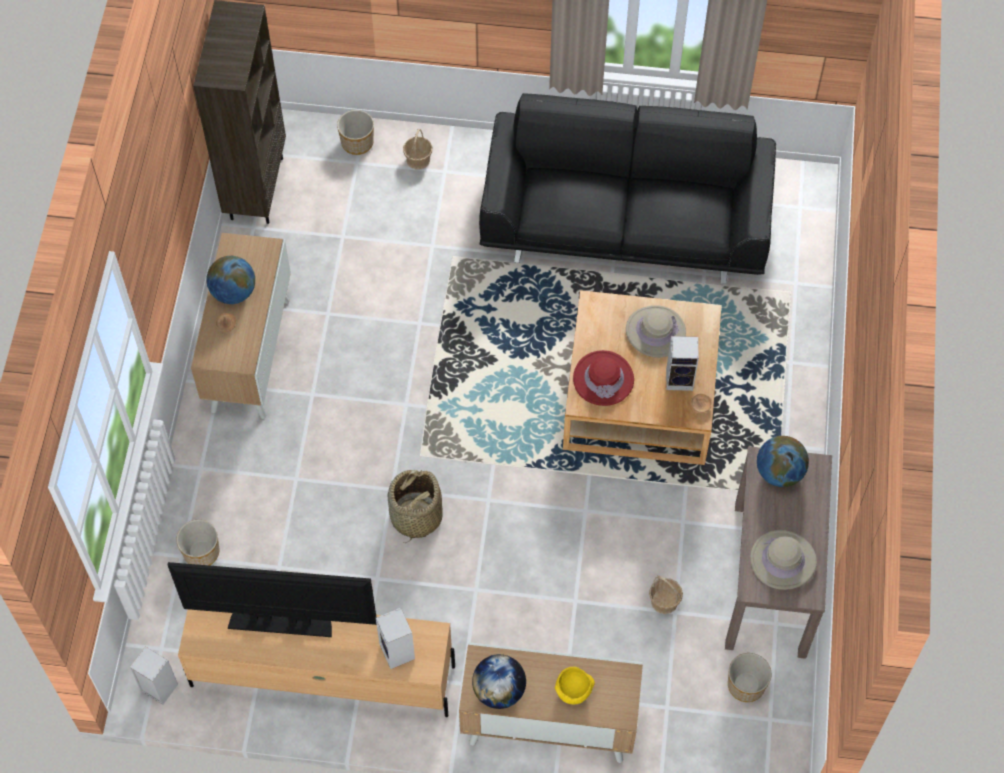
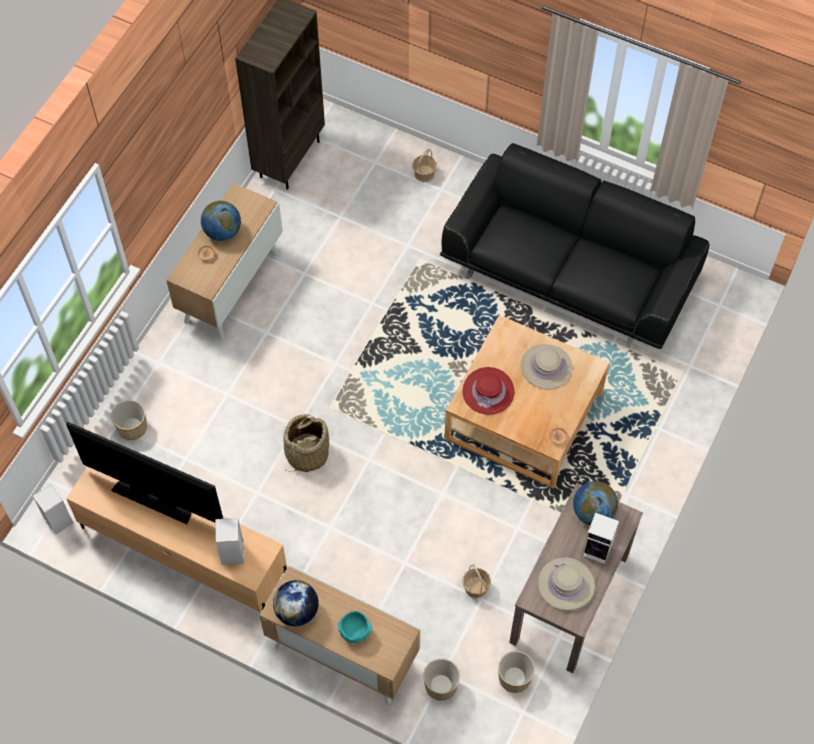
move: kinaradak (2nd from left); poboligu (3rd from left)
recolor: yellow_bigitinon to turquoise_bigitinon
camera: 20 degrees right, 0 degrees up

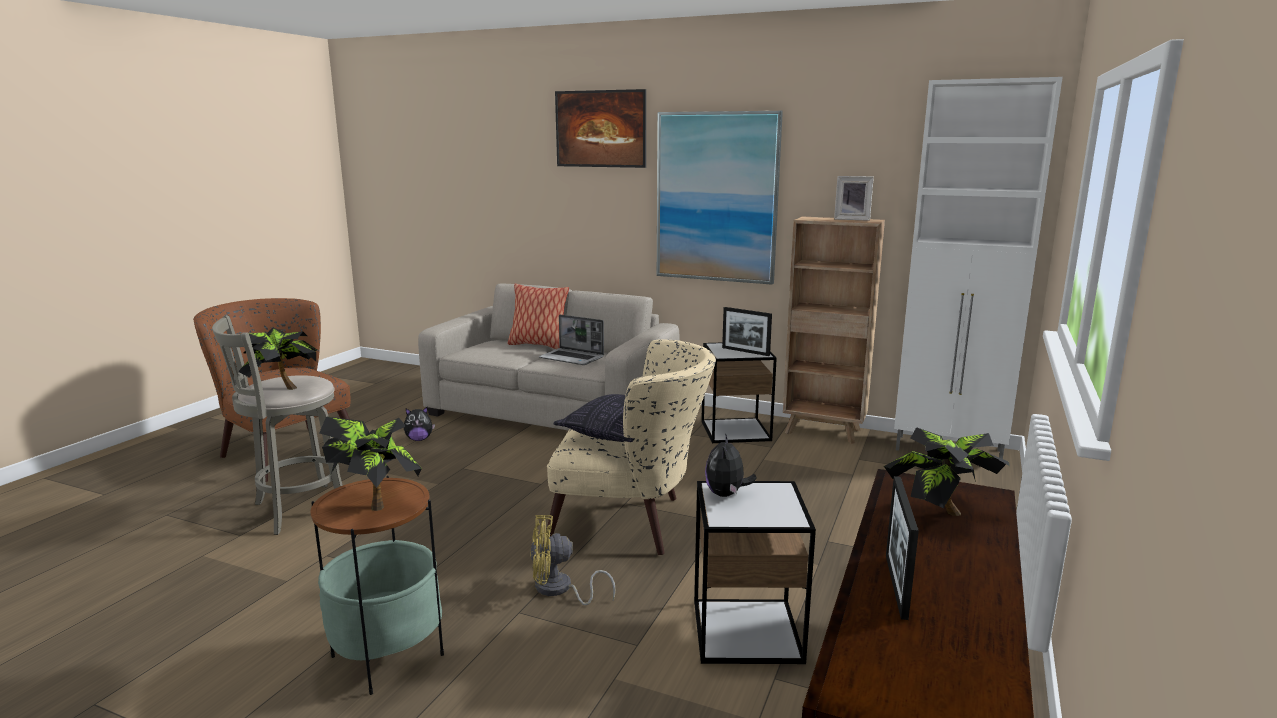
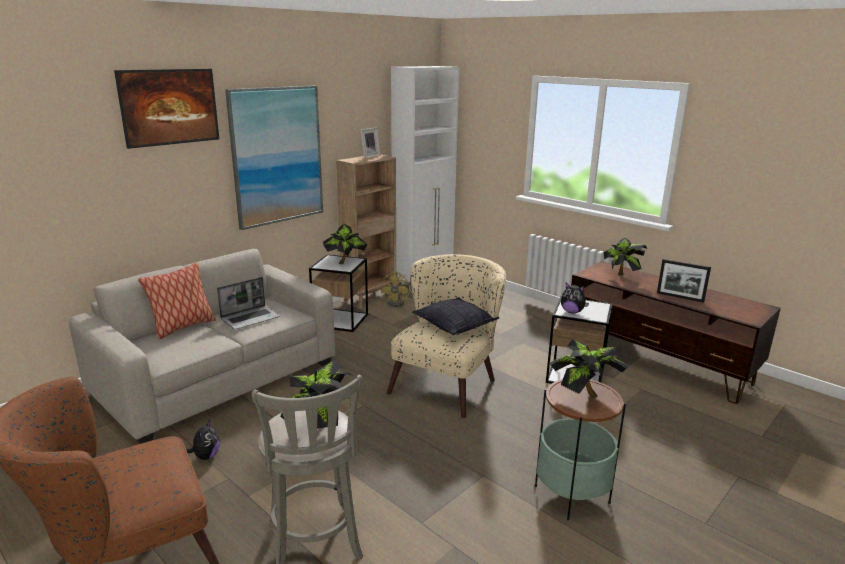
move: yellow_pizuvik
replace: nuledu (1st from left) to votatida (2nd from left)
camera: 70 degrees left, 5 degrees up

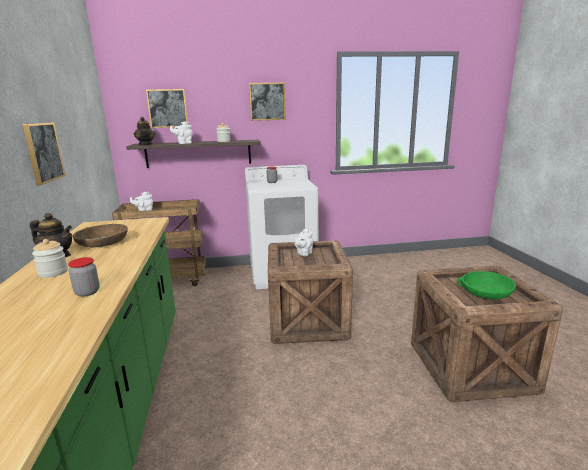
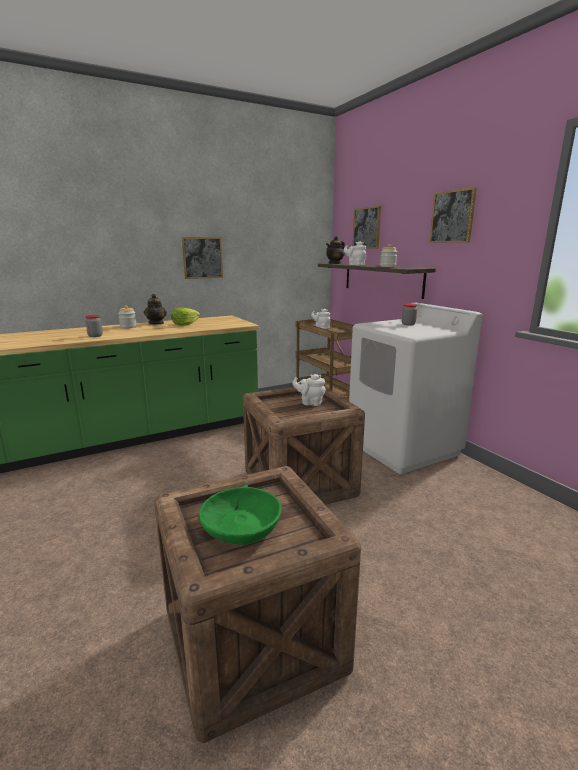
replace: brown_bigitinon to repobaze
camera: 70 degrees right, 0 degrees up

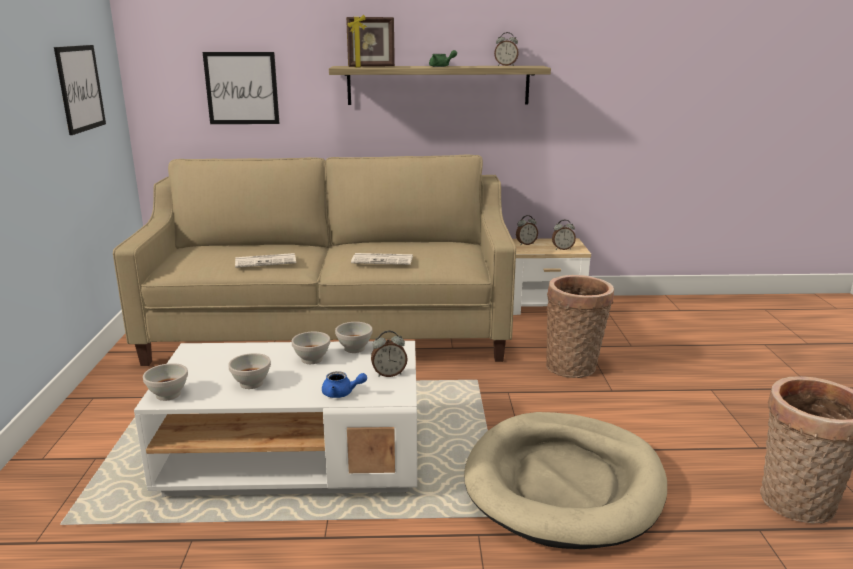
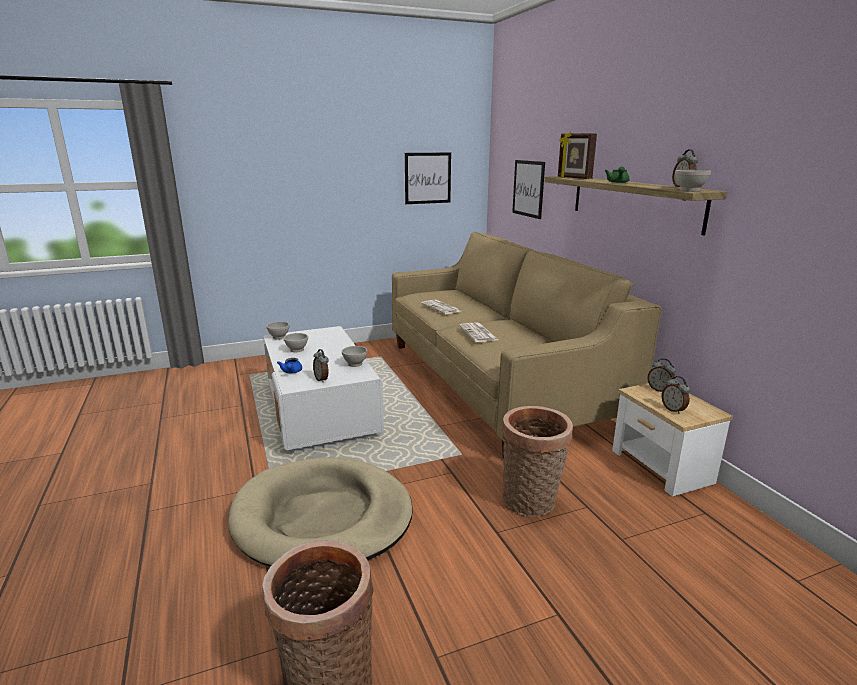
move: white_bigitinon (3rd from left in the first image) to white_bigitinon (4th from left)
camera: 70 degrees right, 0 degrees up

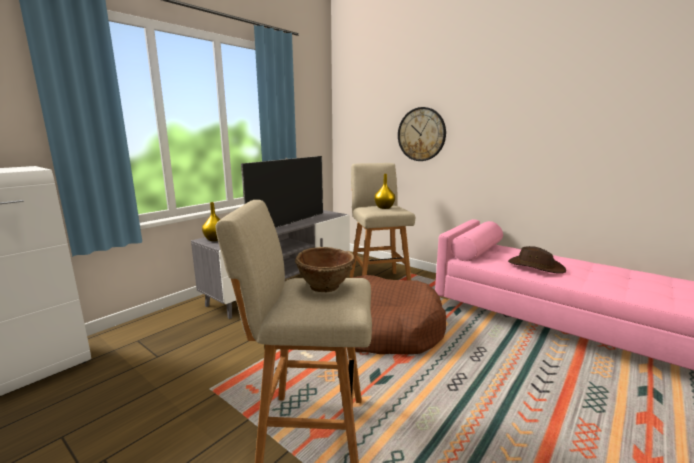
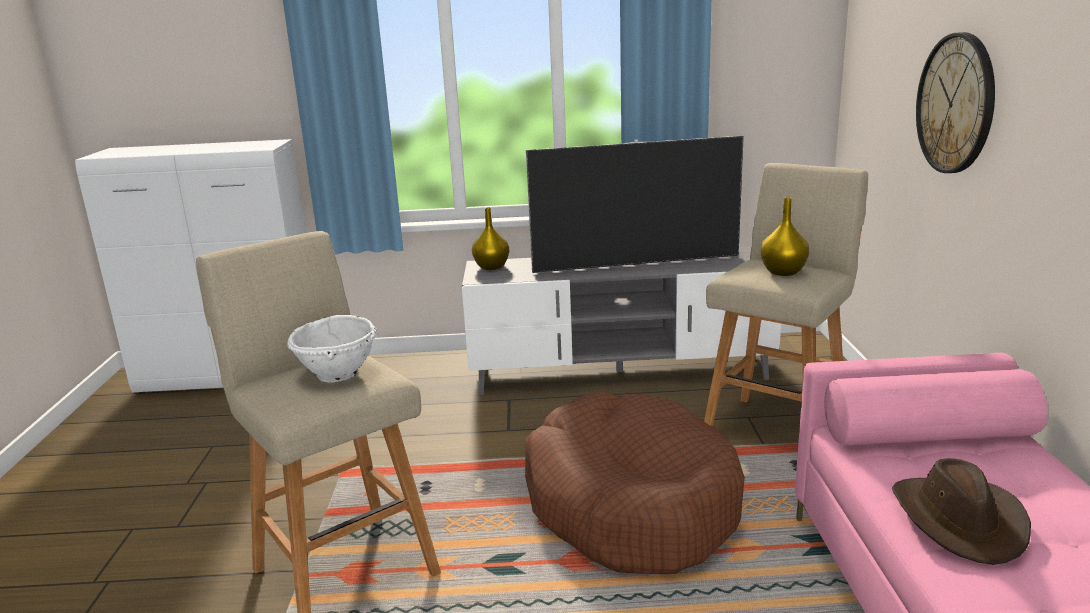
recolor: brown_bigitinon to white_bigitinon
camera: 50 degrees right, 5 degrees up

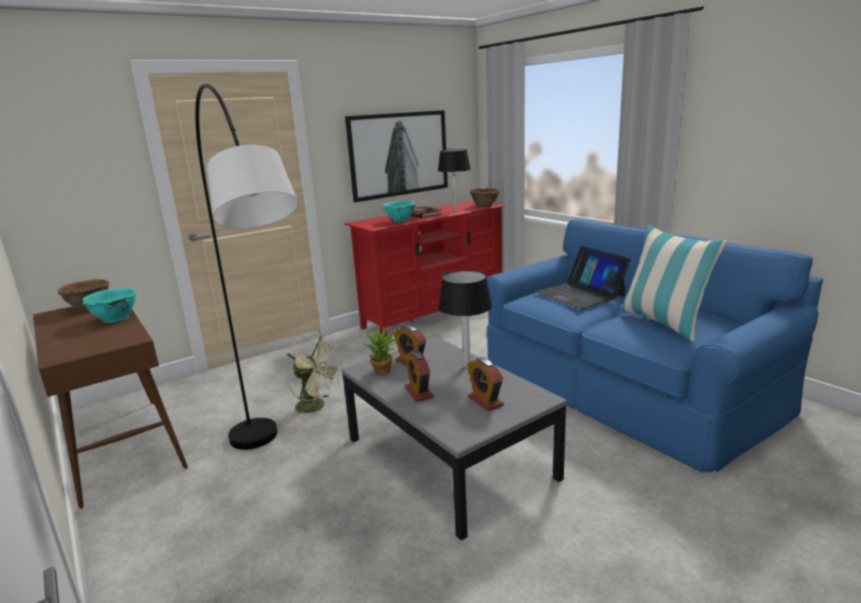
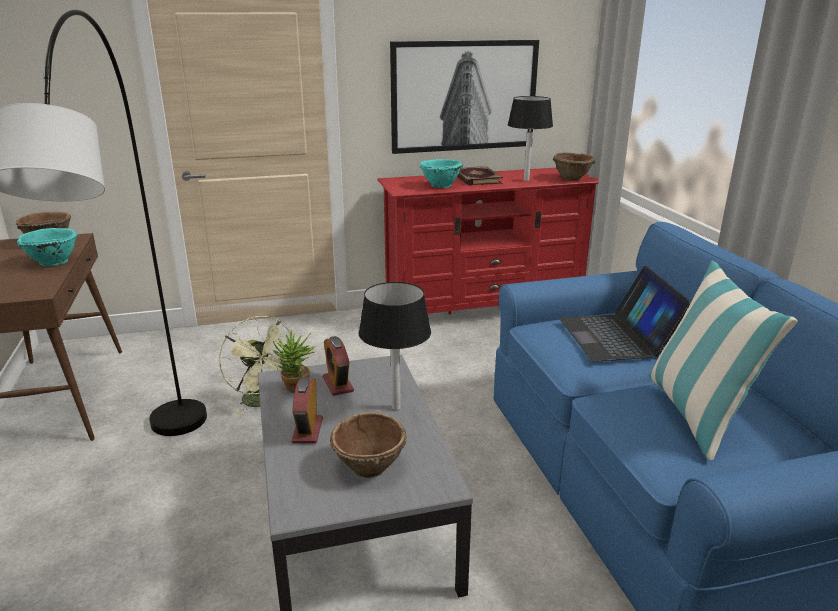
replace: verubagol (3rd from left) to brown_bigitinon (2nd from left)
camera: 20 degrees right, 5 degrees up

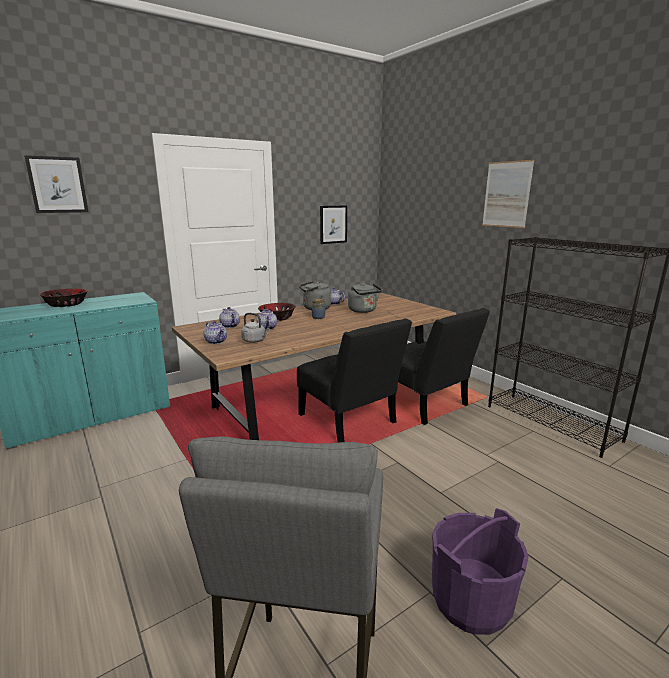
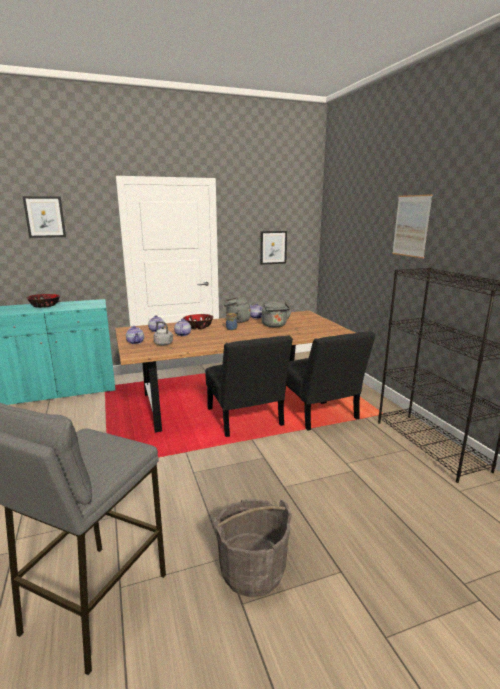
recolor: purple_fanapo to grey_fanapo
camera: 15 degrees right, 0 degrees up

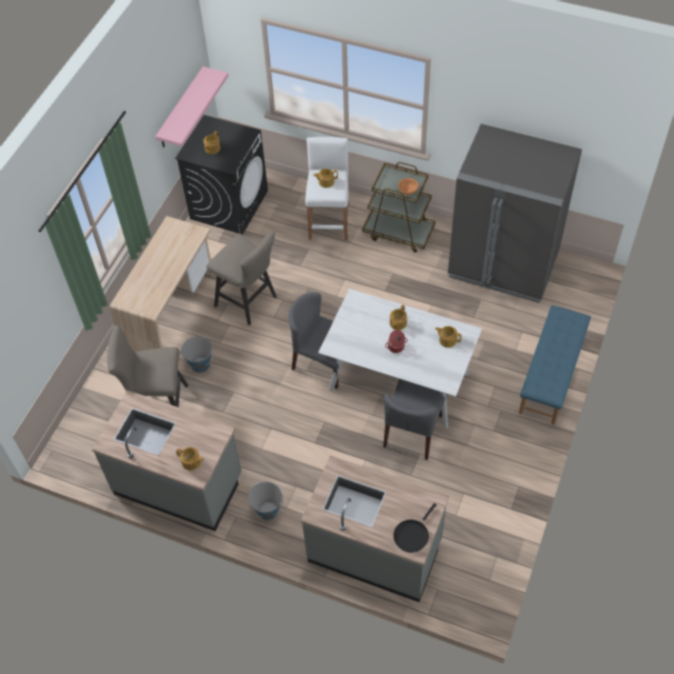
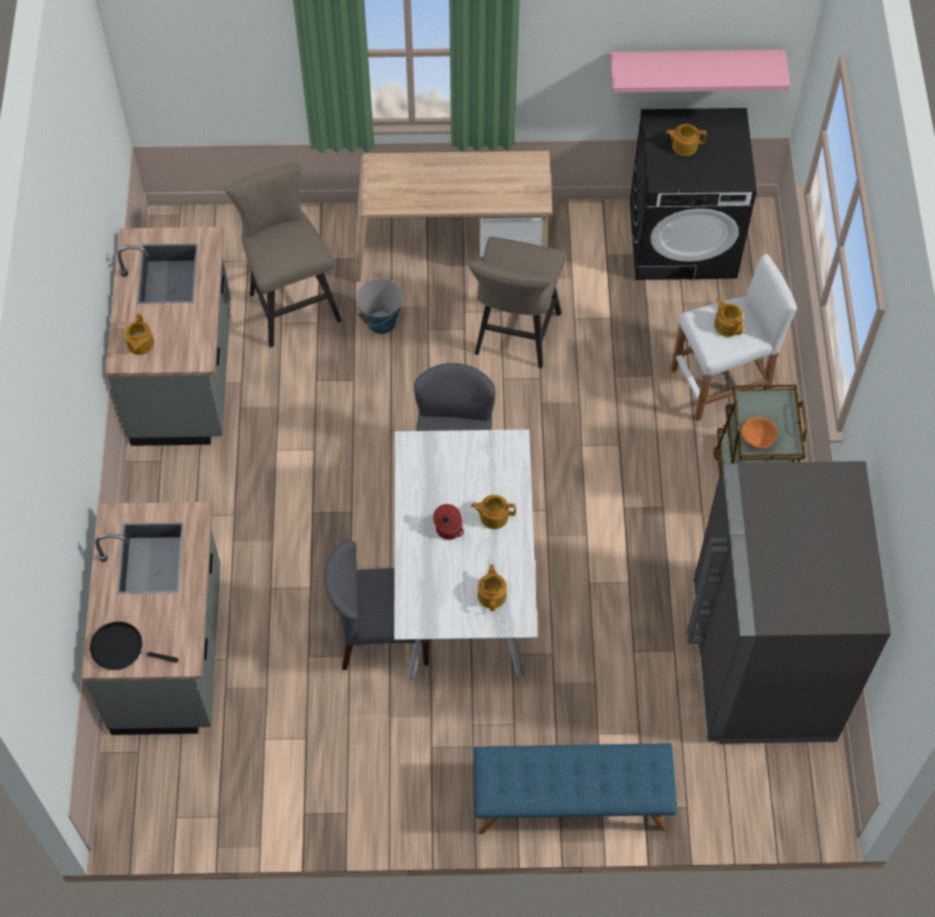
delete: fanapo (2nd from left)
camera: 65 degrees right, 5 degrees up

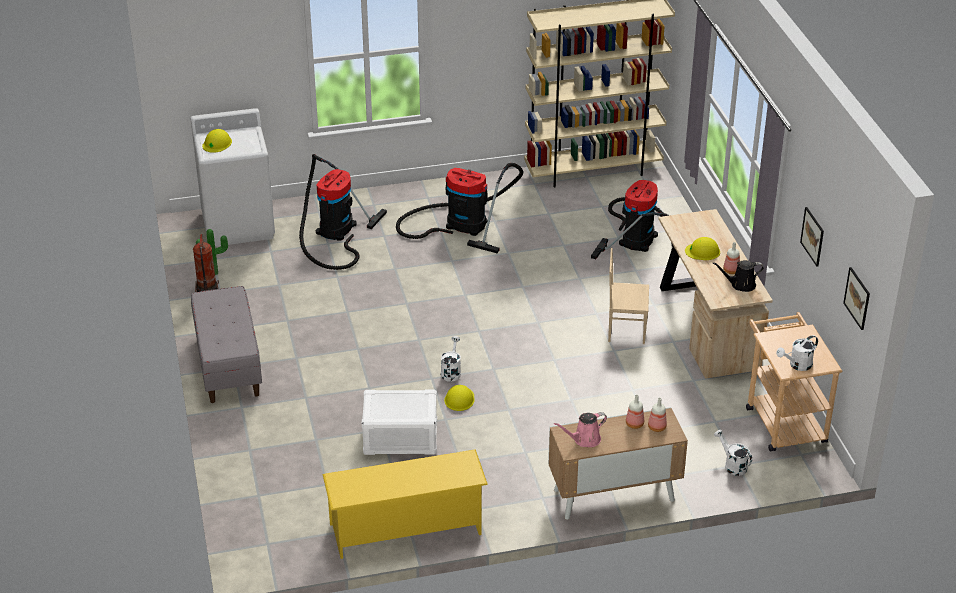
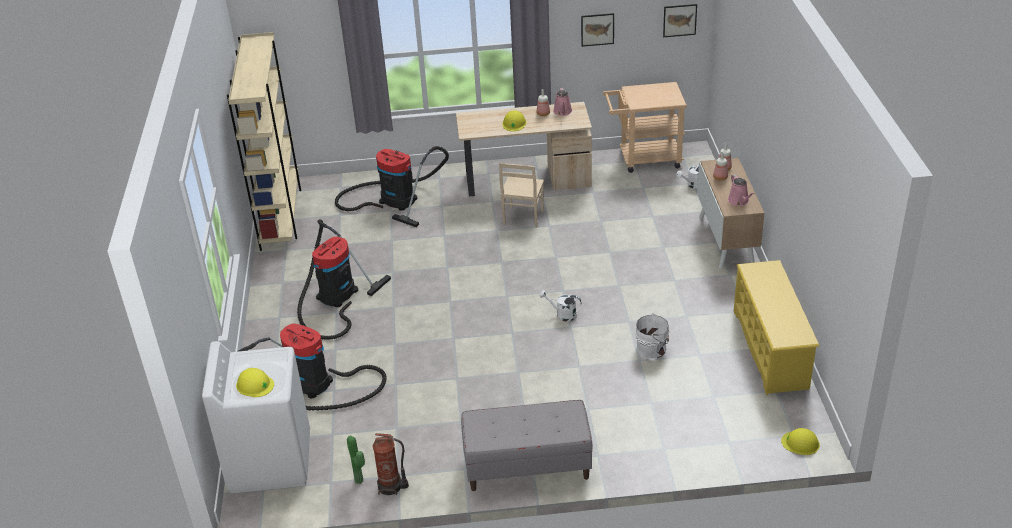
delete: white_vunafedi (3rd from left)
move: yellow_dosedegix (2nd from left in the first image) to yellow_dosedegix (3rd from left)
replace: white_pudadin to white_fanapo
recolor: black_vunafedi to pink_vunafedi (1st from left)
camera: 80 degrees left, 0 degrees up

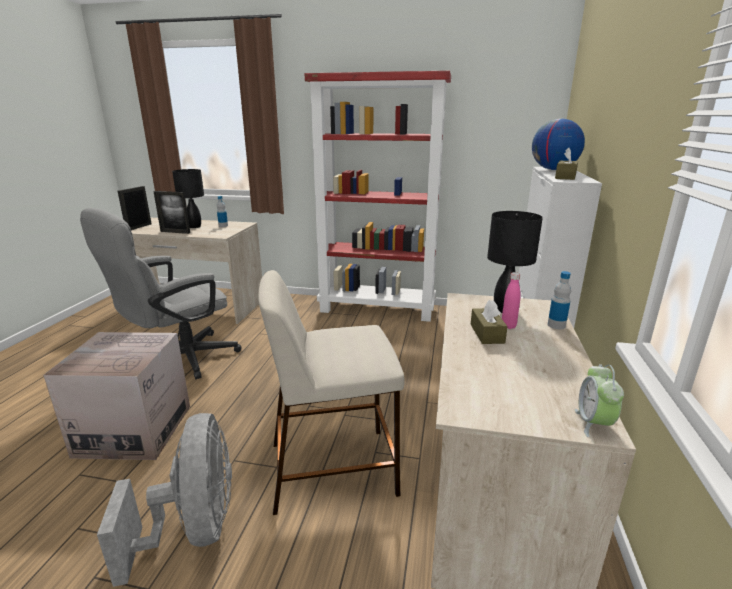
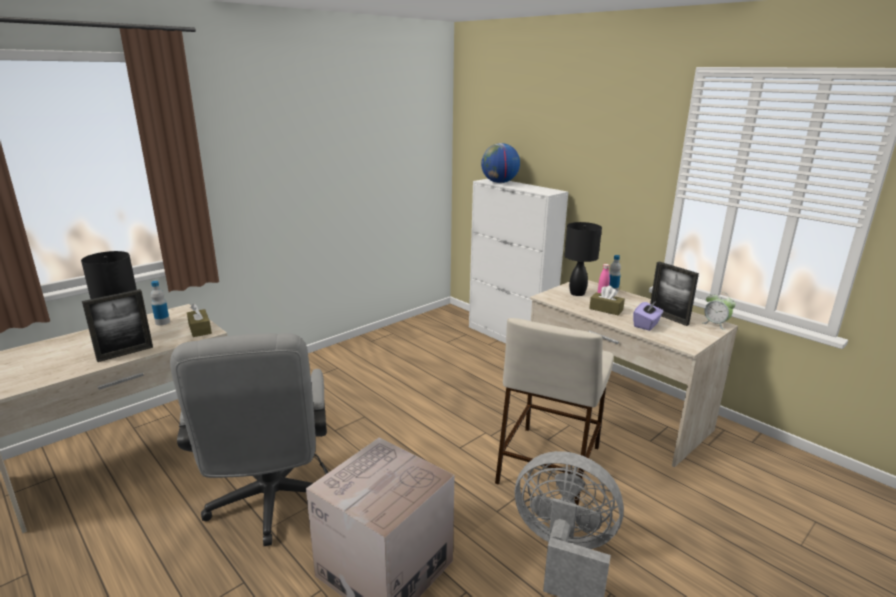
delete: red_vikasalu
insert: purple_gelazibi
move: nuledu (1st from left in the first image) to nuledu (2nd from left); brown_gelazibi (2nd from left in the first image) to brown_gelazibi (1st from left)
camera: 55 degrees left, 0 degrees up

